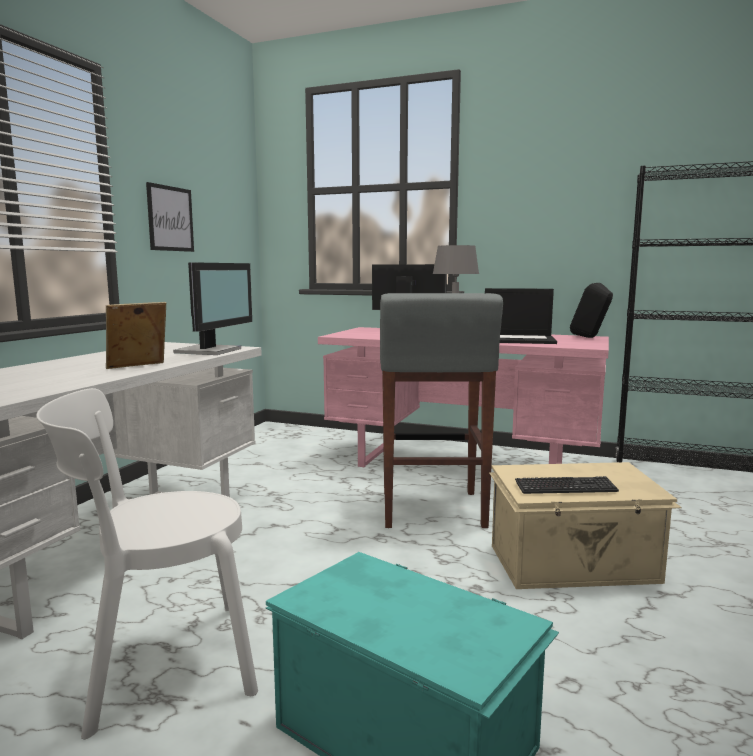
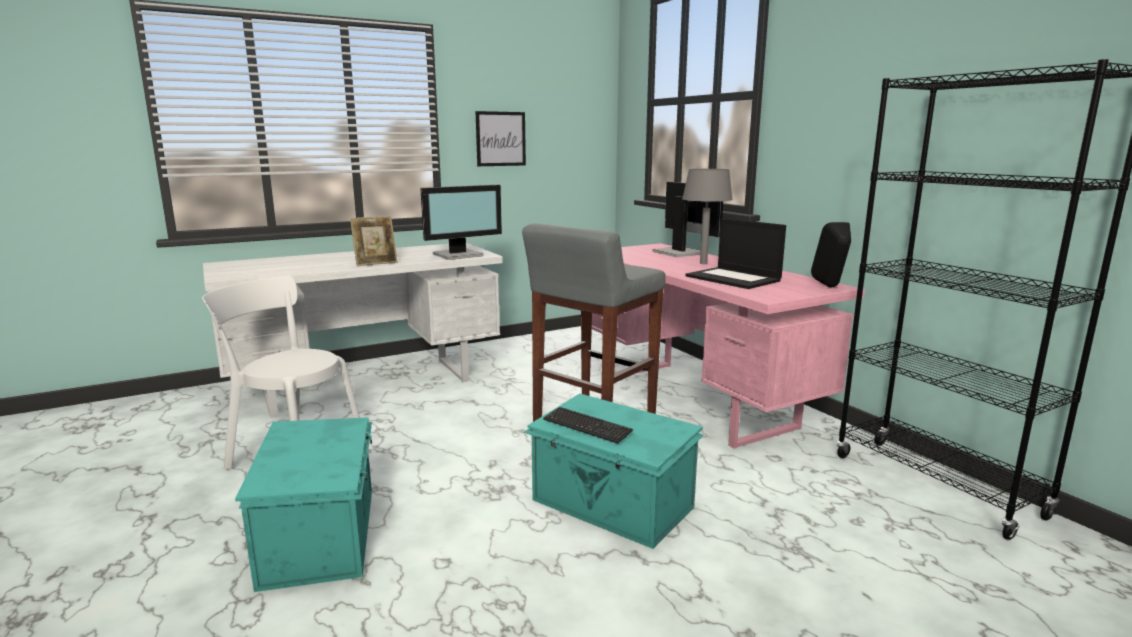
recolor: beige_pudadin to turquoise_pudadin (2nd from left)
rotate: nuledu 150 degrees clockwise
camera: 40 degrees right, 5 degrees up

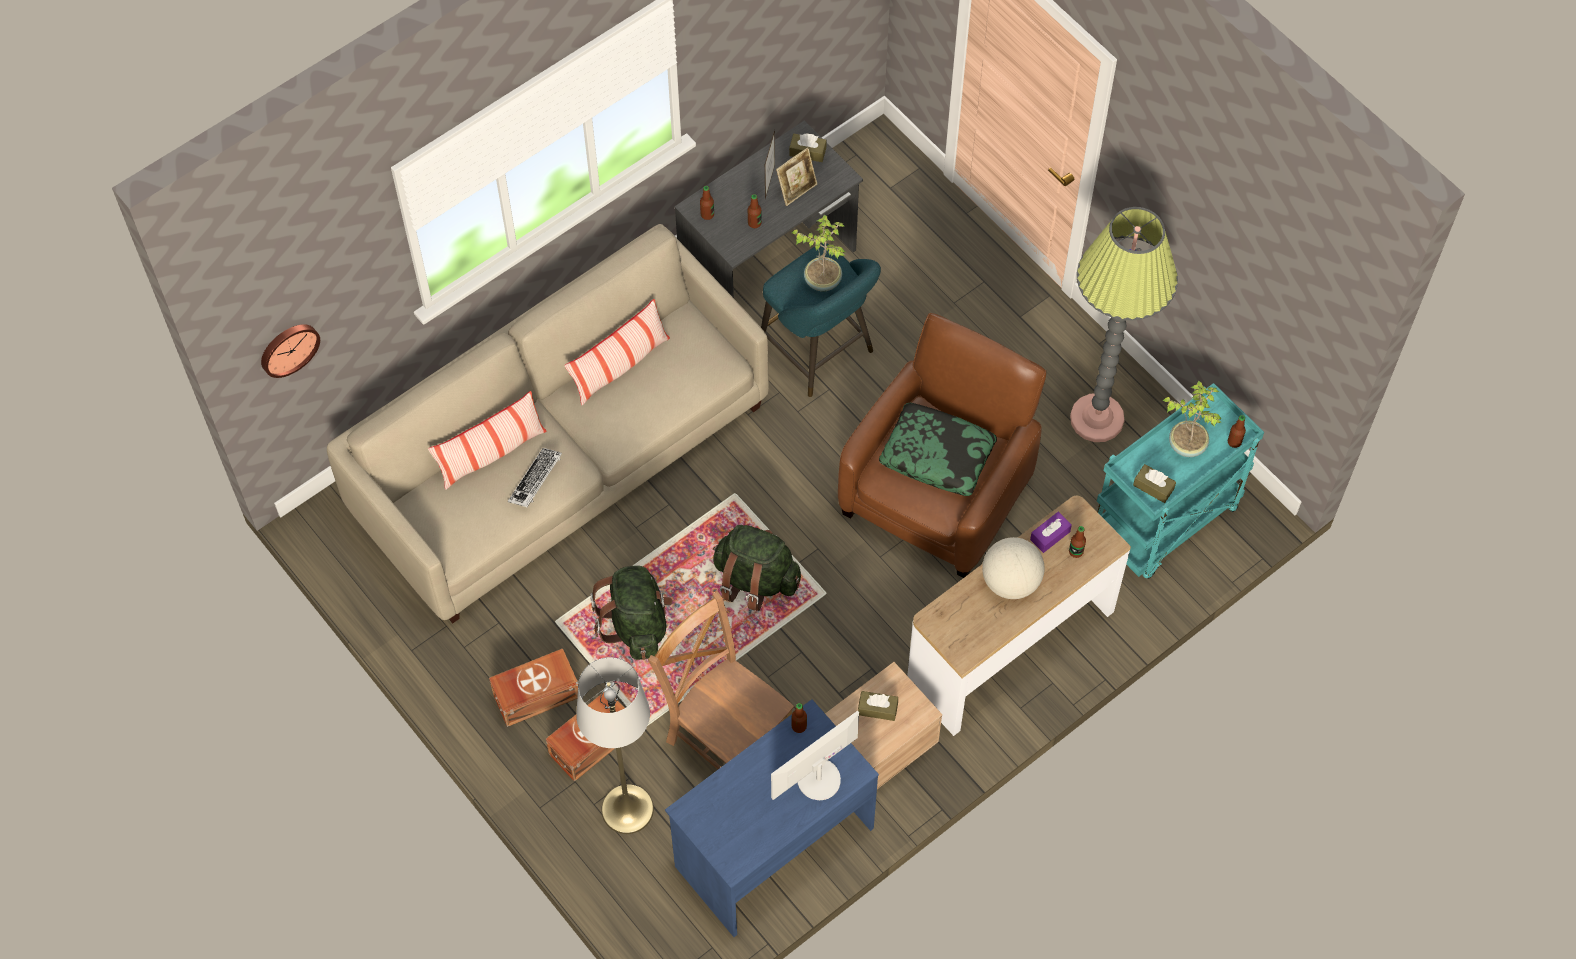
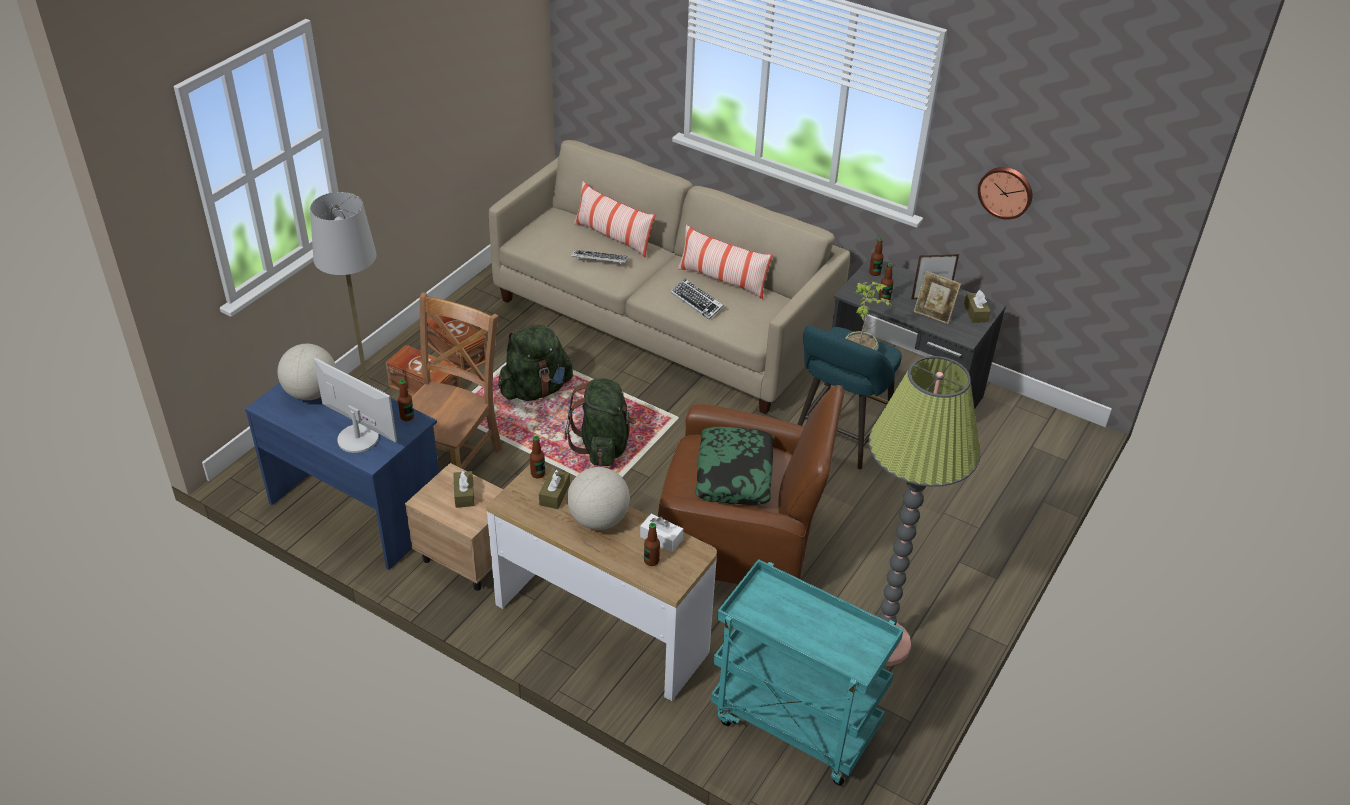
delete: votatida (2nd from left)
insert: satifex (1st from left); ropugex (2nd from left)
move: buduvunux; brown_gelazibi (3rd from left in the first image) to brown_gelazibi (2nd from left); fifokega (5th from left in the first image) to fifokega (2nd from left)
recolor: purple_gelazibi to white_gelazibi
camera: 70 degrees right, 20 degrees down

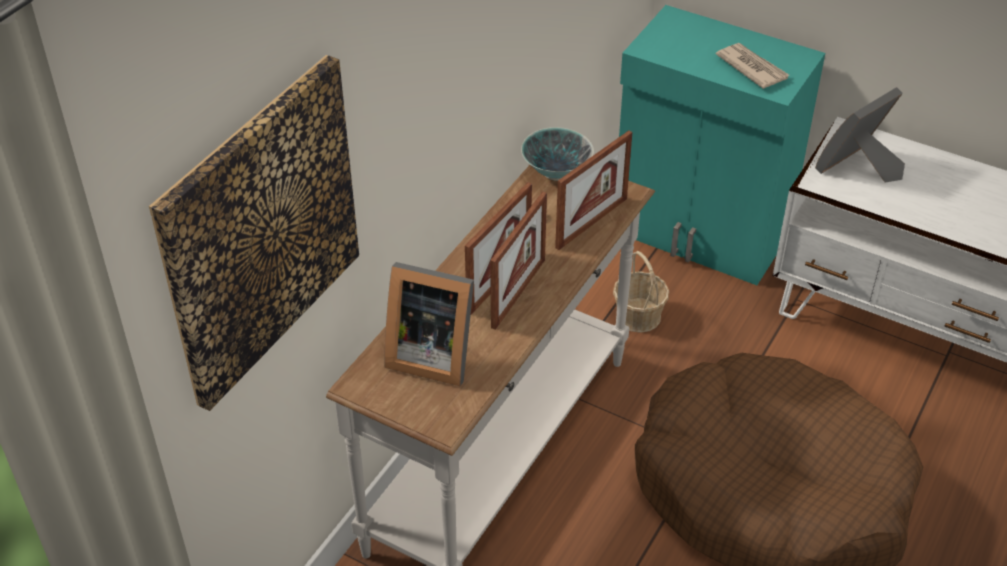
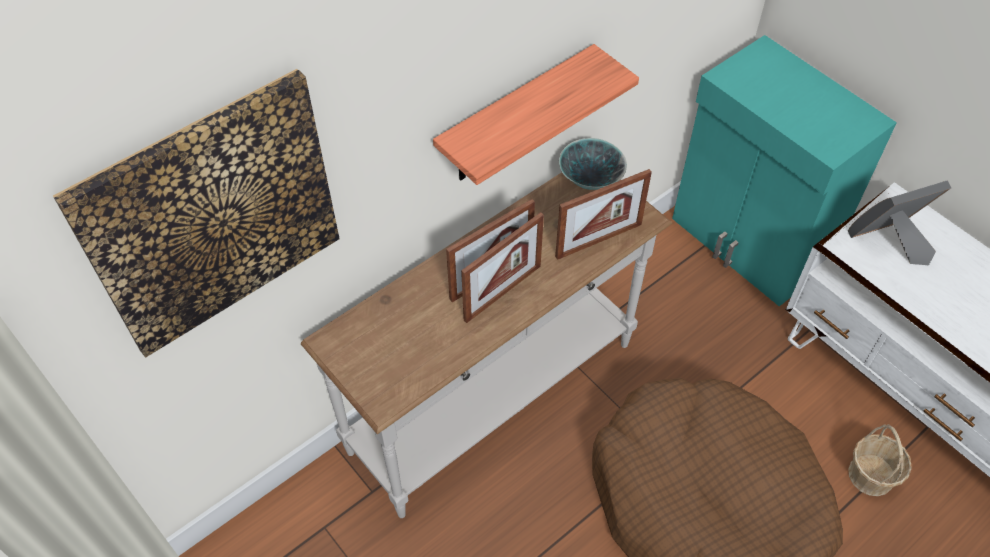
delete: nuledu (1st from left); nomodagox
insert: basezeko
move: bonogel
camera: 20 degrees right, 10 degrees up

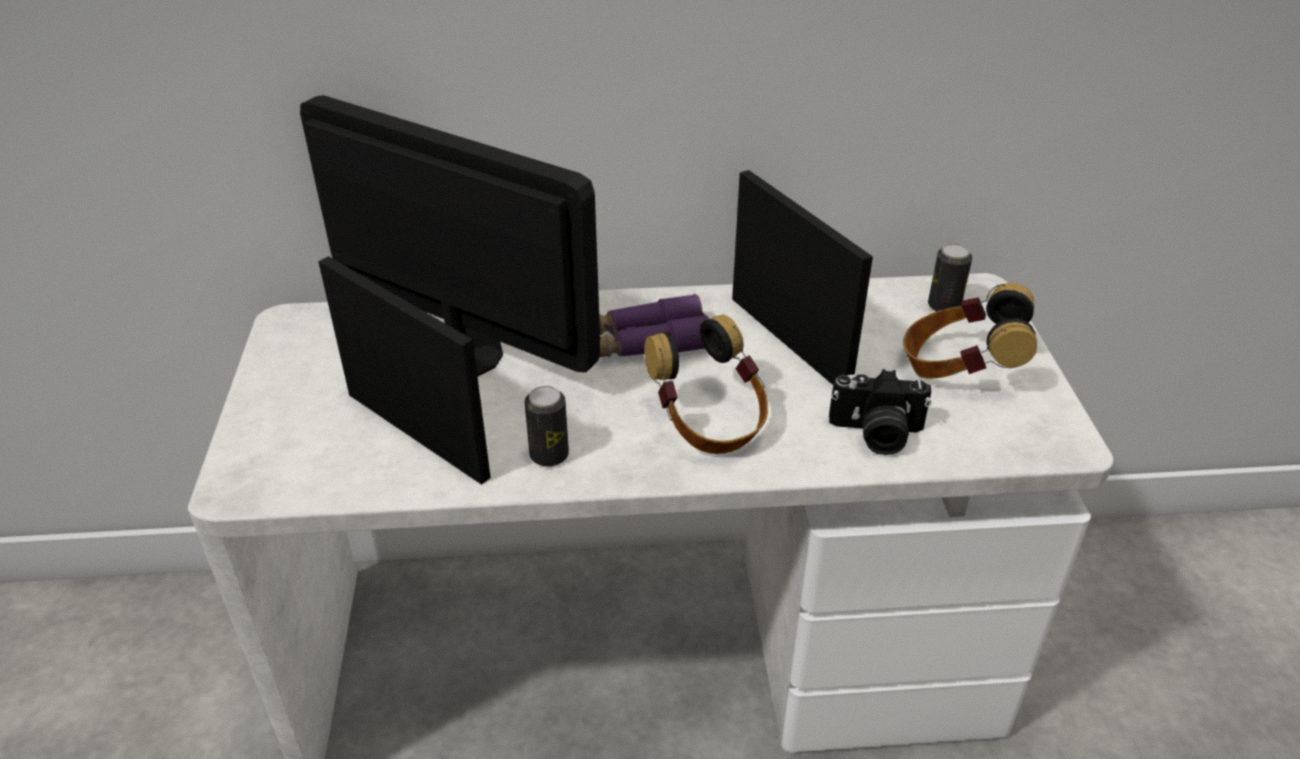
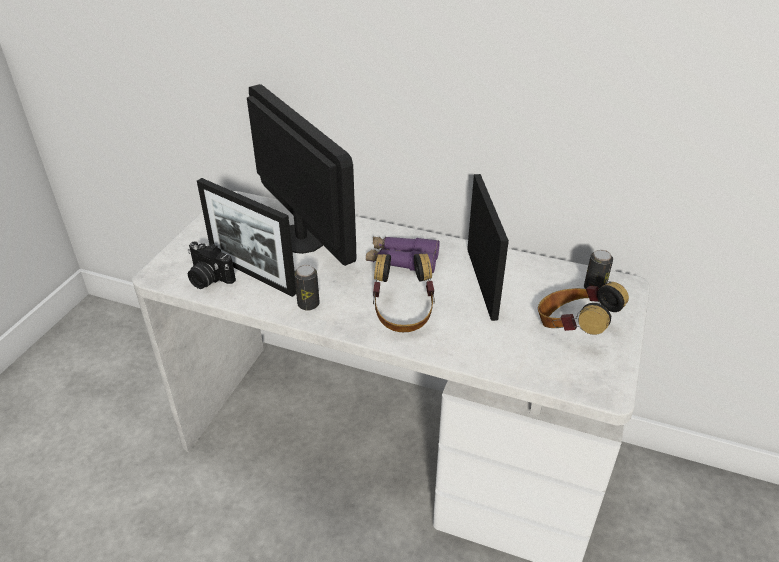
move: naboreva
rotate: nuledu (1st from left) 150 degrees clockwise
camera: 25 degrees right, 0 degrees up

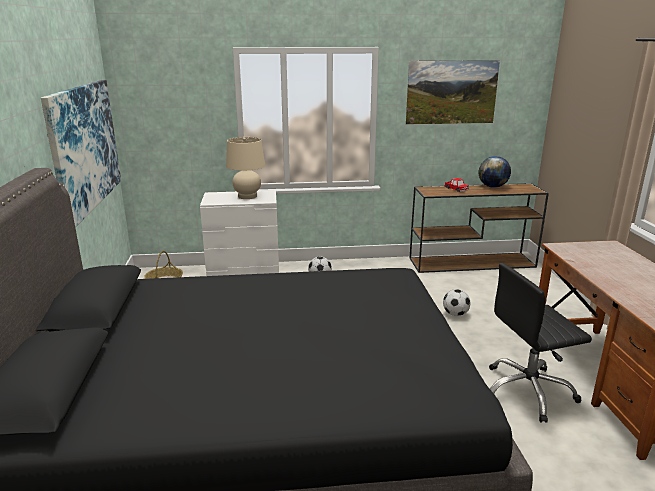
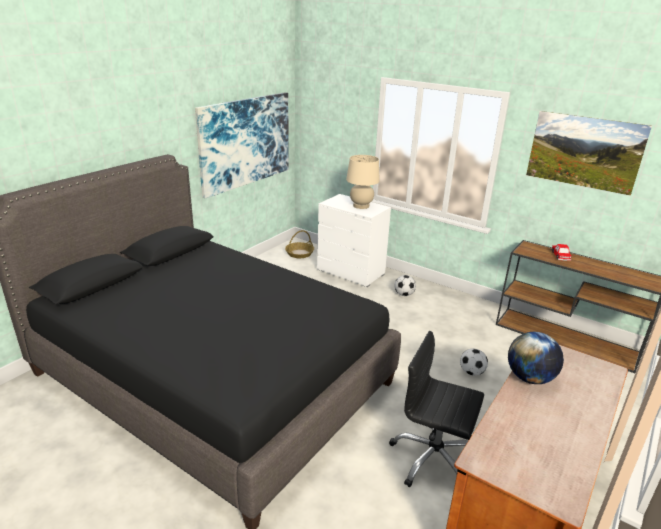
move: satifex
camera: 40 degrees right, 5 degrees up

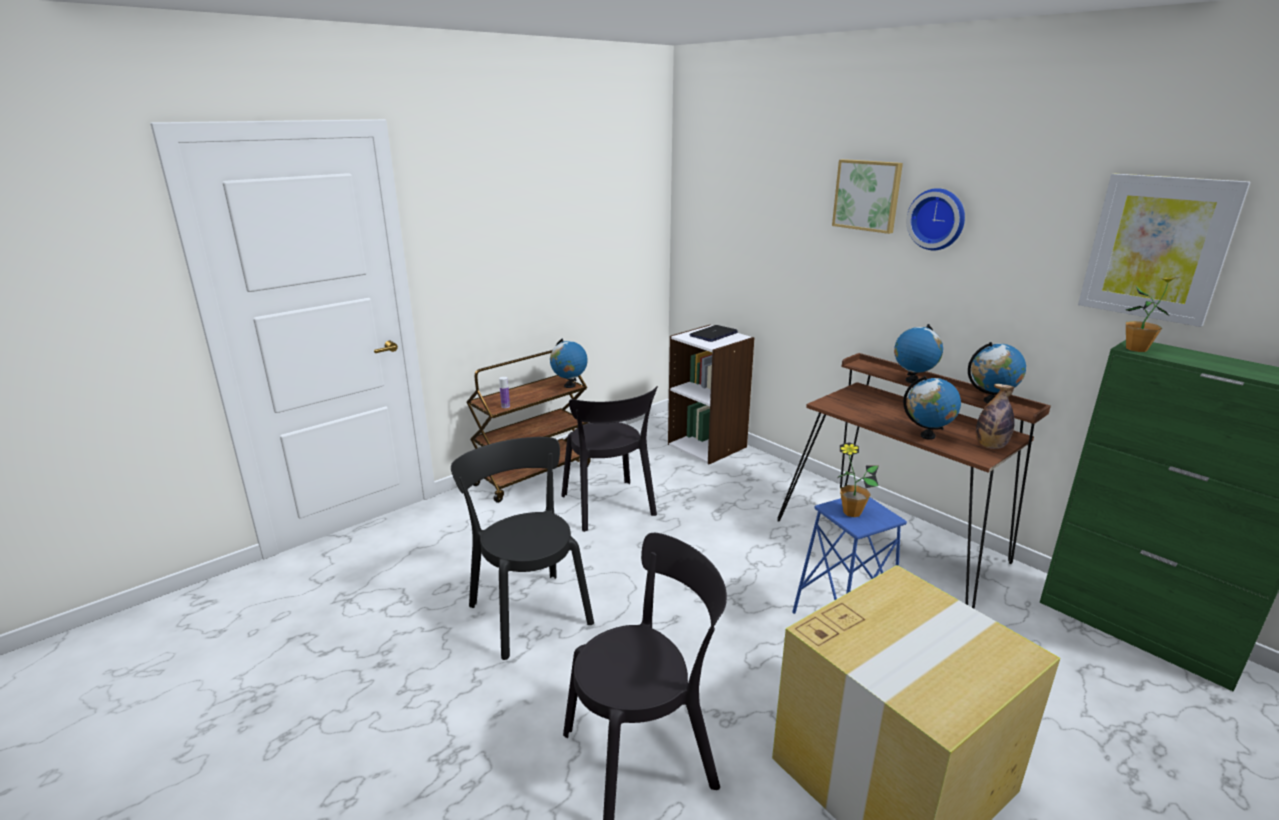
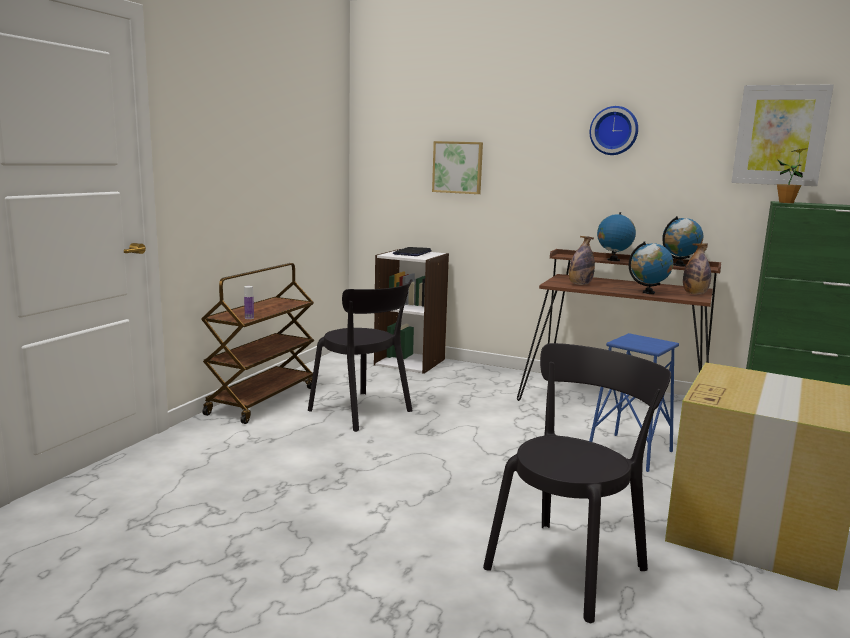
delete: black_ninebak (1st from left); satifex (1st from left); votatida (1st from left)
insert: fifokega (2nd from left)
move: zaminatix (1st from left)
camera: 25 degrees left, 10 degrees down

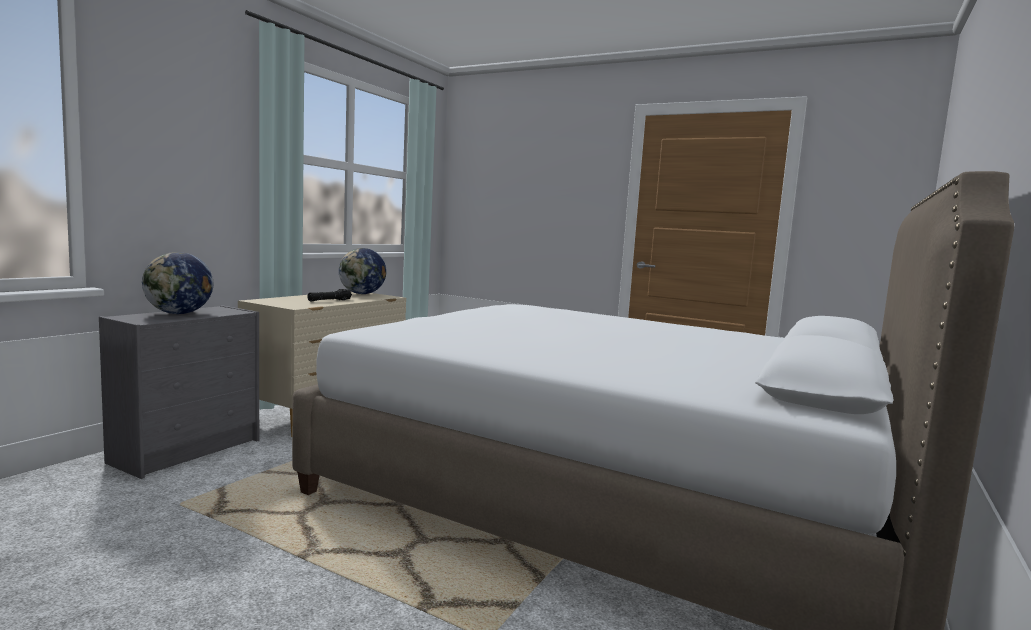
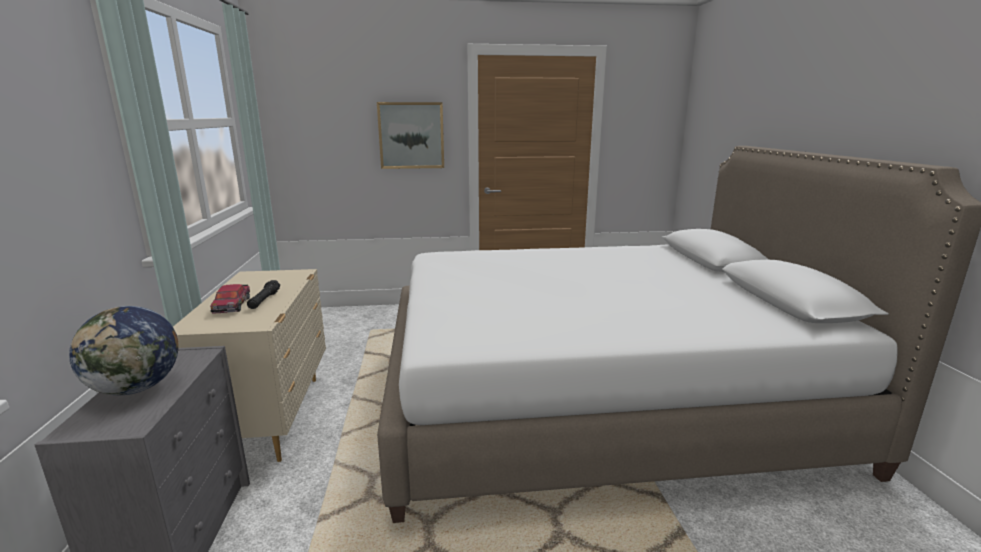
delete: satifex (2nd from left)
insert: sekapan; zaminatix
camera: 35 degrees left, 10 degrees up

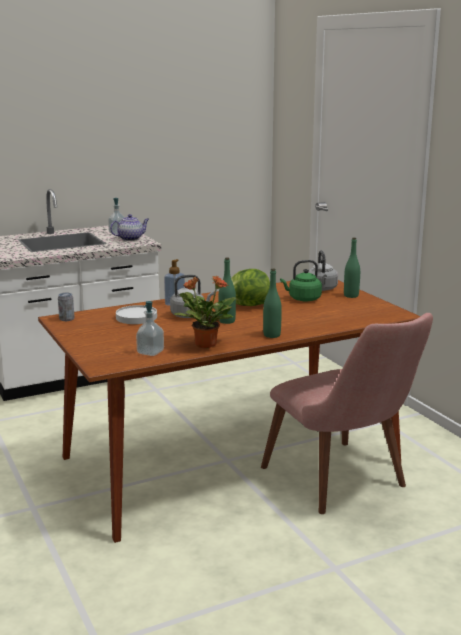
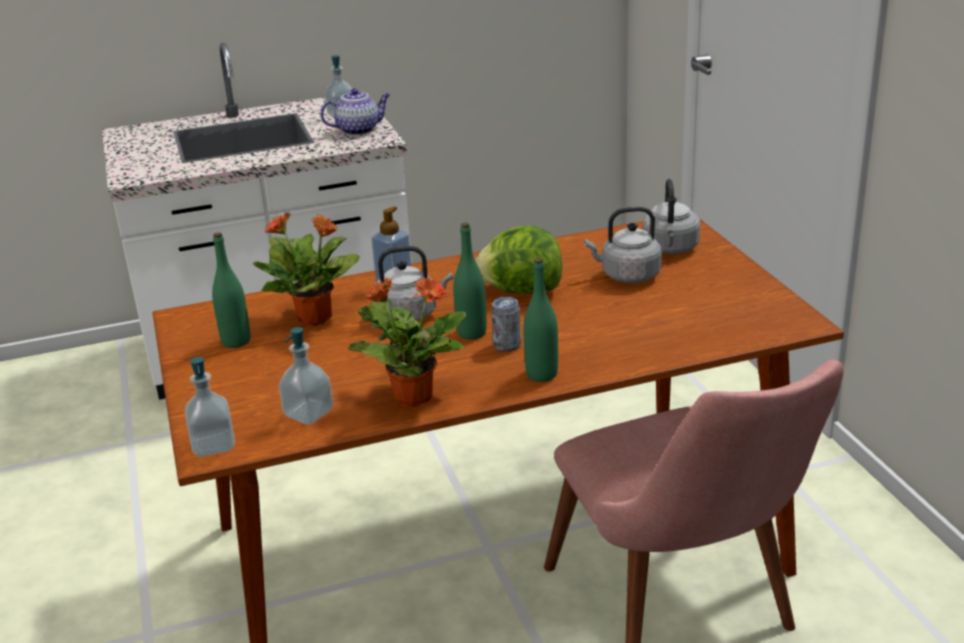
insert: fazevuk (1st from left)
move: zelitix; green_fifokega (3rd from left in the first image) to green_fifokega (1st from left)
replace: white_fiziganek to votatida (1st from left)
recolor: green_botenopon to grey_botenopon (2nd from left)
camera: 10 degrees right, 10 degrees up

